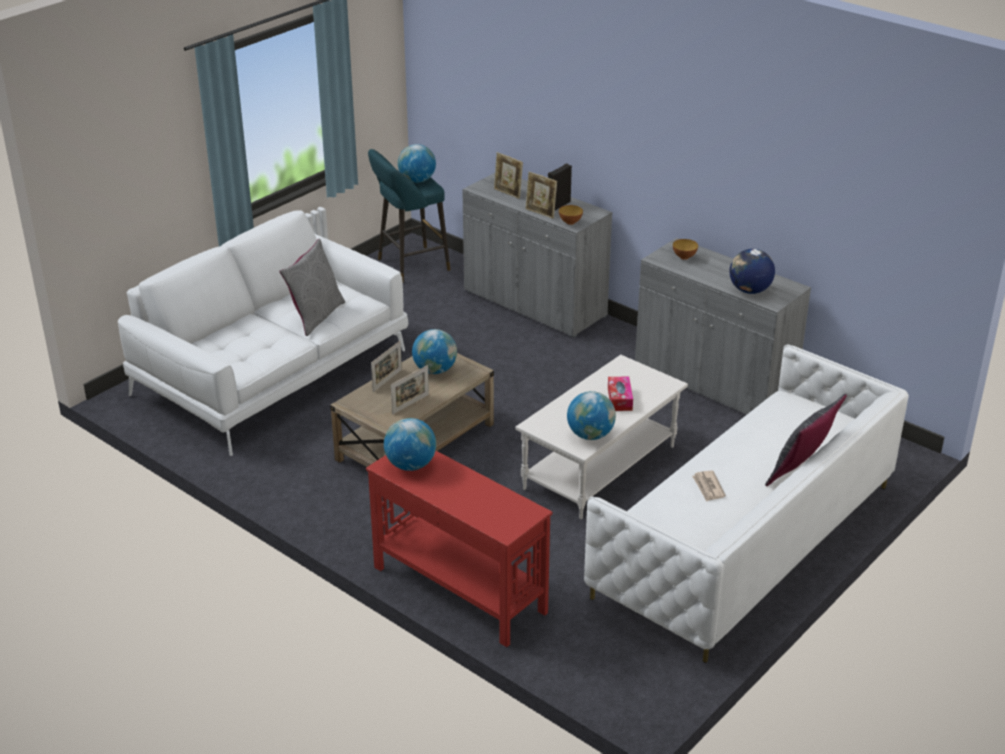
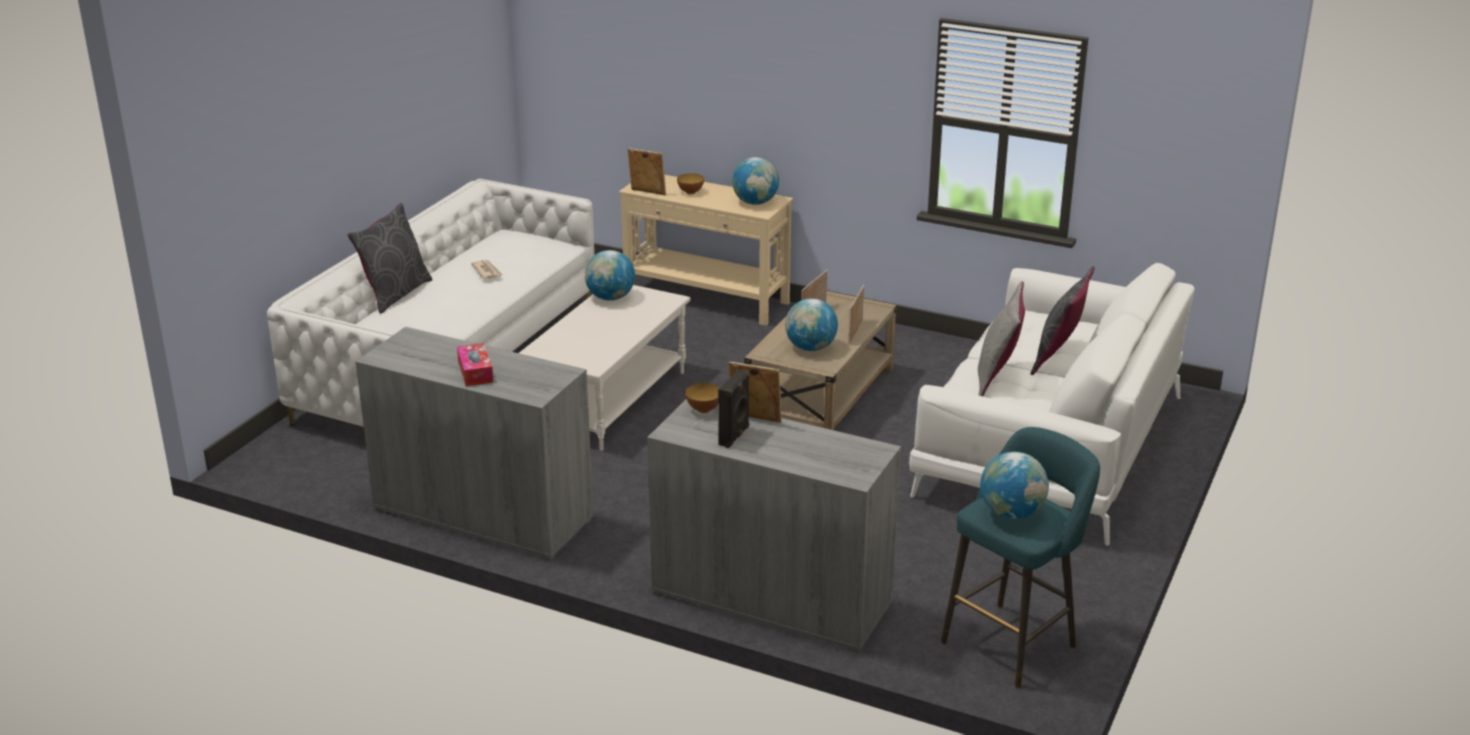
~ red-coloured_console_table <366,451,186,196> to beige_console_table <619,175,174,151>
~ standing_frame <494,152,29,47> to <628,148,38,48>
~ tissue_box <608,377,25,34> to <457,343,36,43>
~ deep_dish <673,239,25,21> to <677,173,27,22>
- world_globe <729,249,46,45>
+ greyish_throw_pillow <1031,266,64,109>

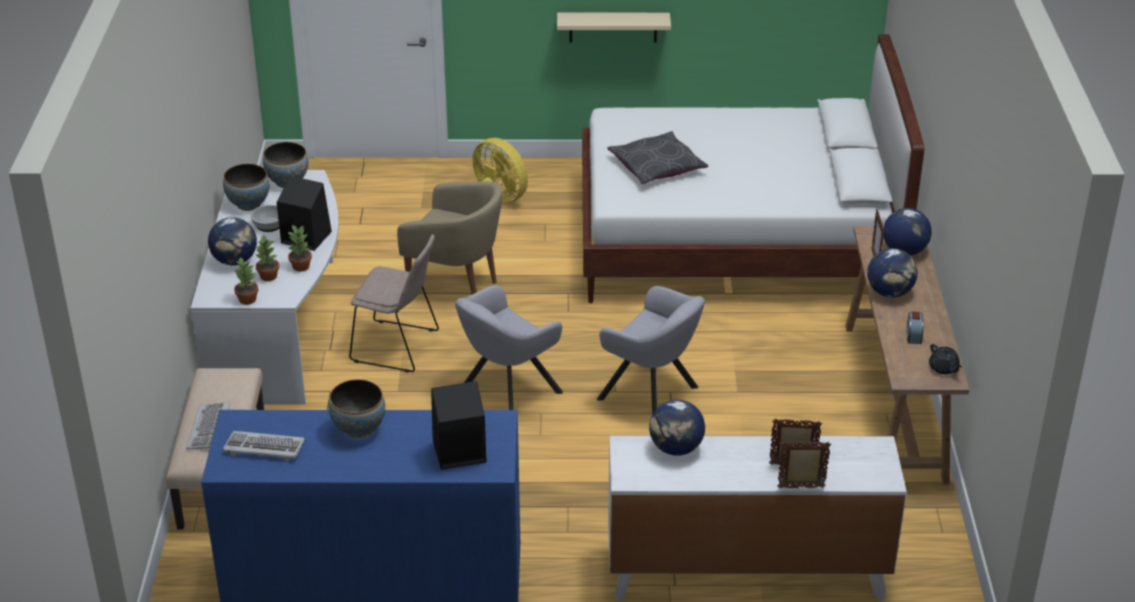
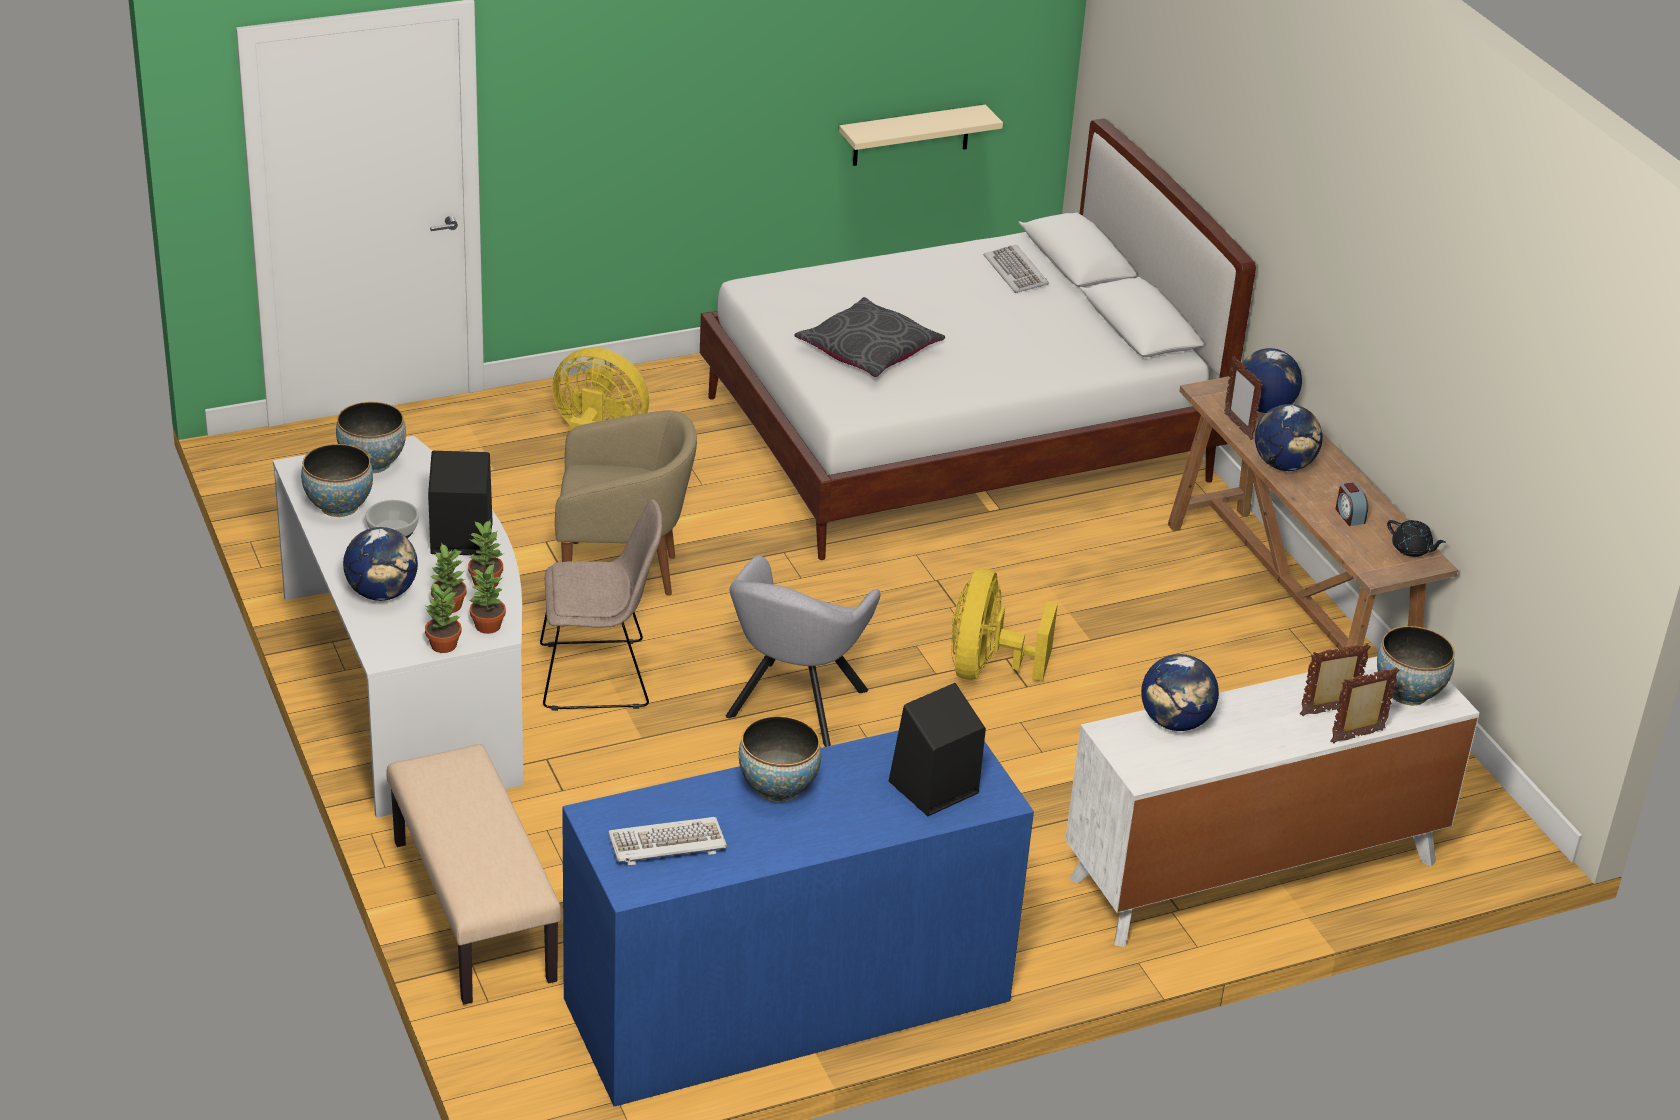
~ computer_keyboard <186,402,44,48> to <984,245,65,48>
~ beige_wall_shelf <557,13,114,30> to <839,105,164,61>
~ greyish_easy_chair <597,286,108,128> to yellowish_fan <951,568,107,114>
+ houseplant <469,564,37,70>
+ deep_dish <1377,626,78,79>

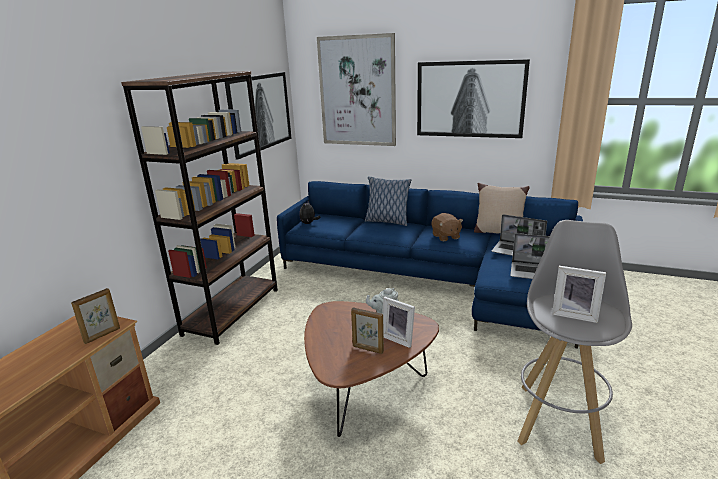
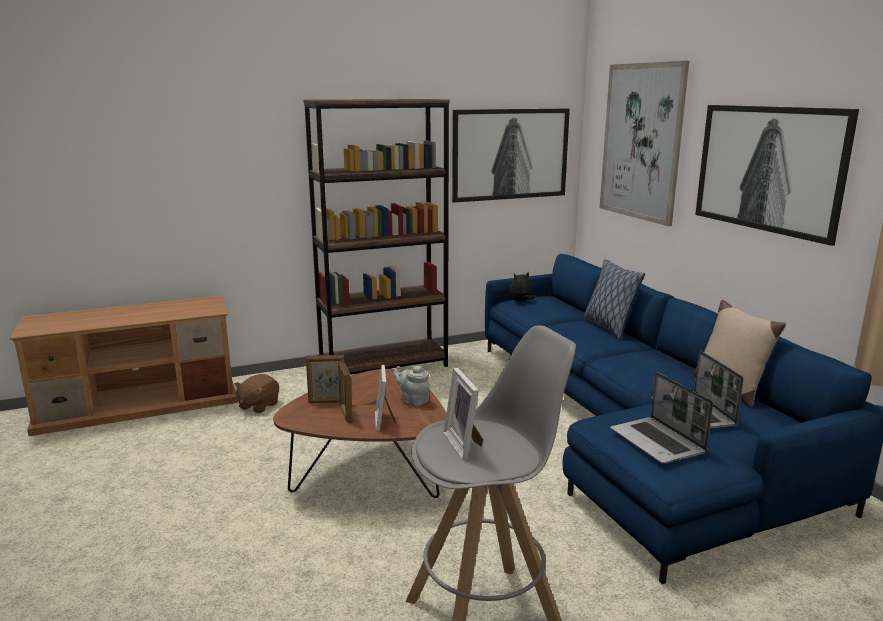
~ standing_frame <71,288,49,56> to <306,355,38,48>
~ brownish_soft_toy <432,213,31,28> to <234,374,45,39>

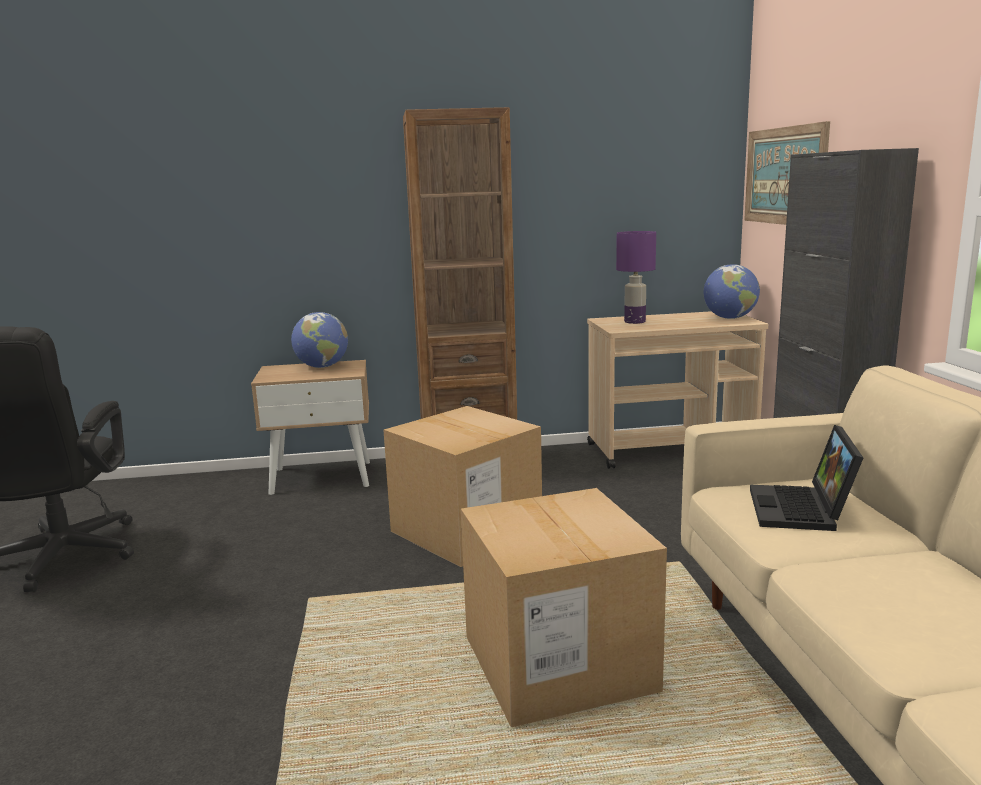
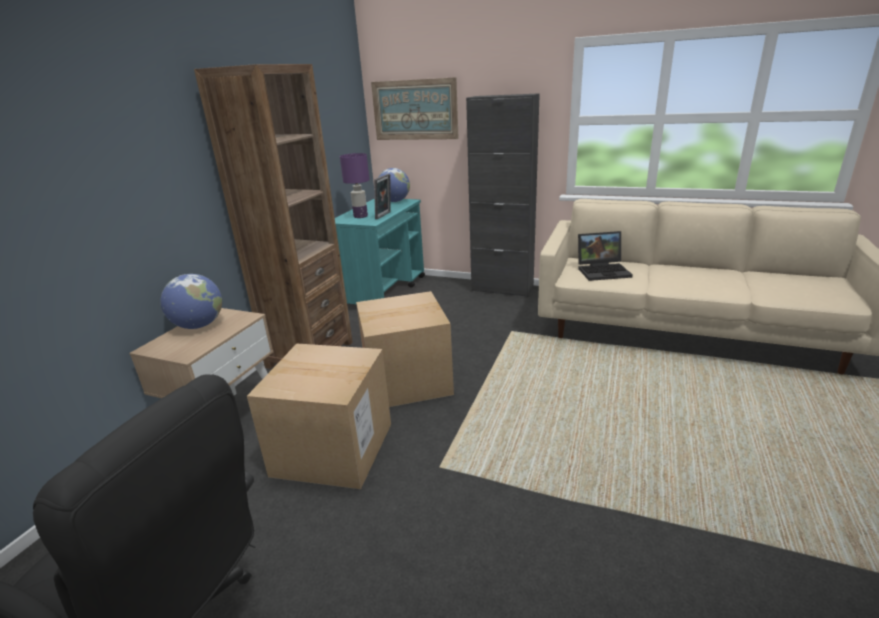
~ cardboard_box <461,488,206,239> to <247,344,144,145>
~ beige_cart <587,311,181,158> to turquoise-coloured_cart <335,199,90,105>
~ notebook_computer <750,425,113,106> = <578,231,55,50> 45 degrees counterclockwise
+ standing_frame <374,174,17,45>

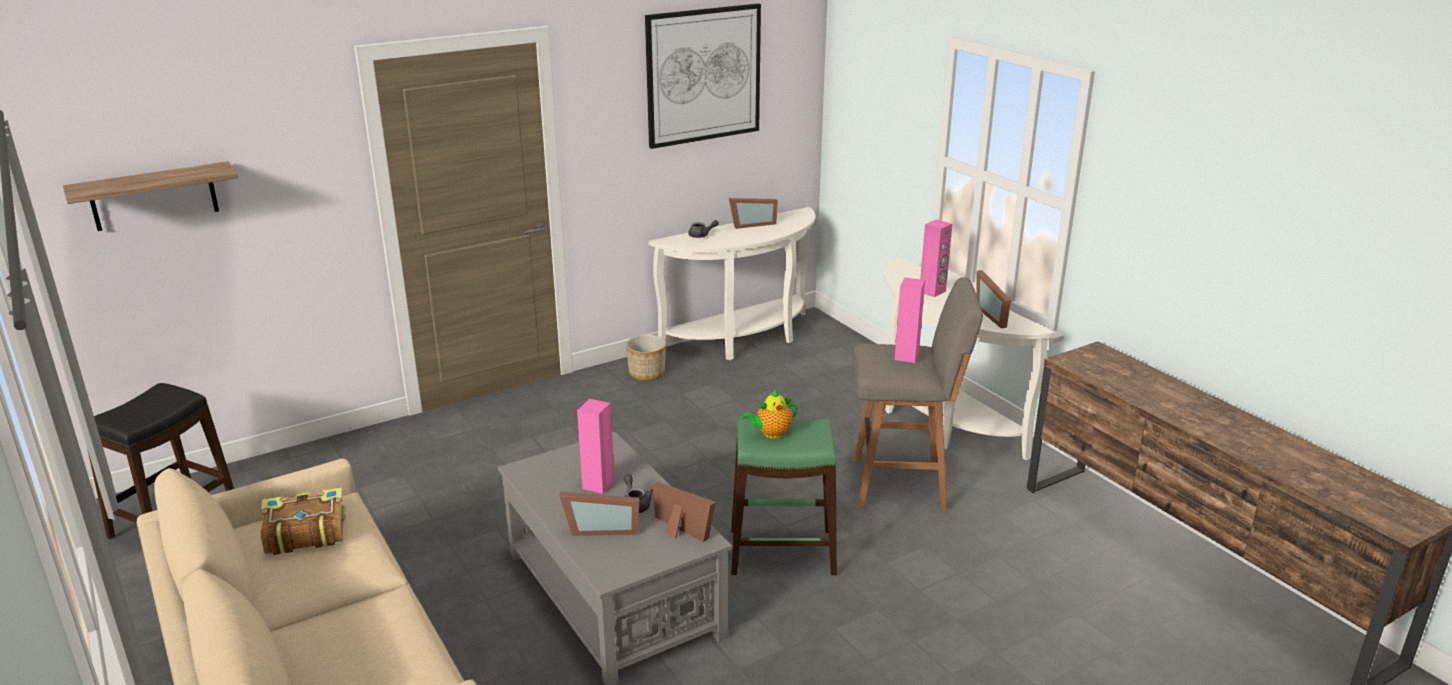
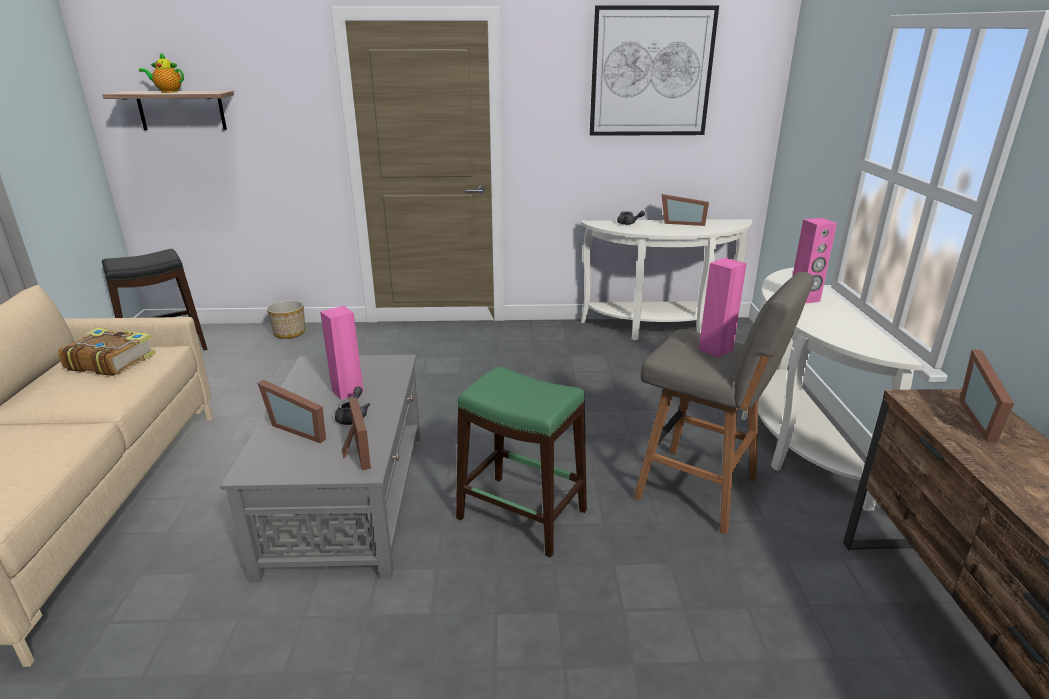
~ flower_pot <626,335,40,46> to <267,300,38,39>
~ teapot <740,389,57,50> to <139,52,45,41>
~ standing_frame <976,270,35,58> to <959,349,55,94>

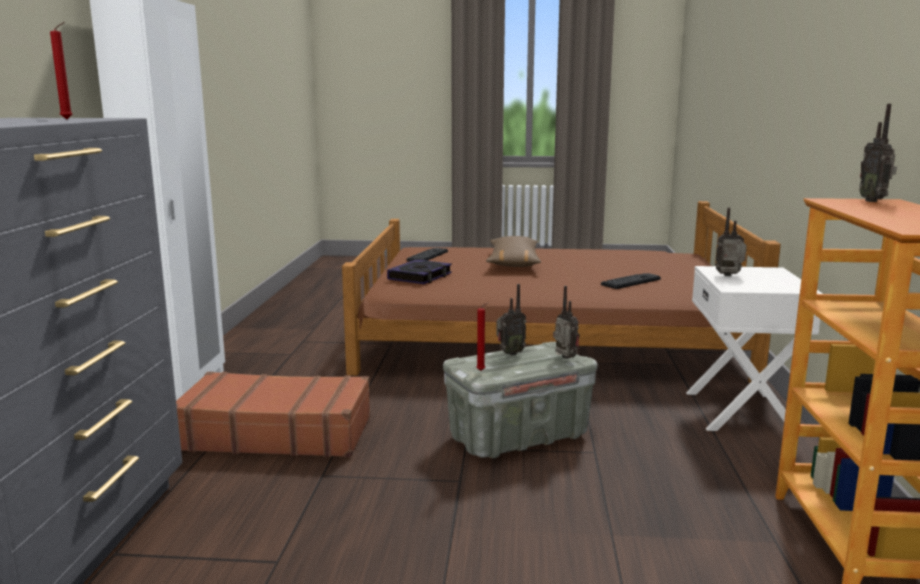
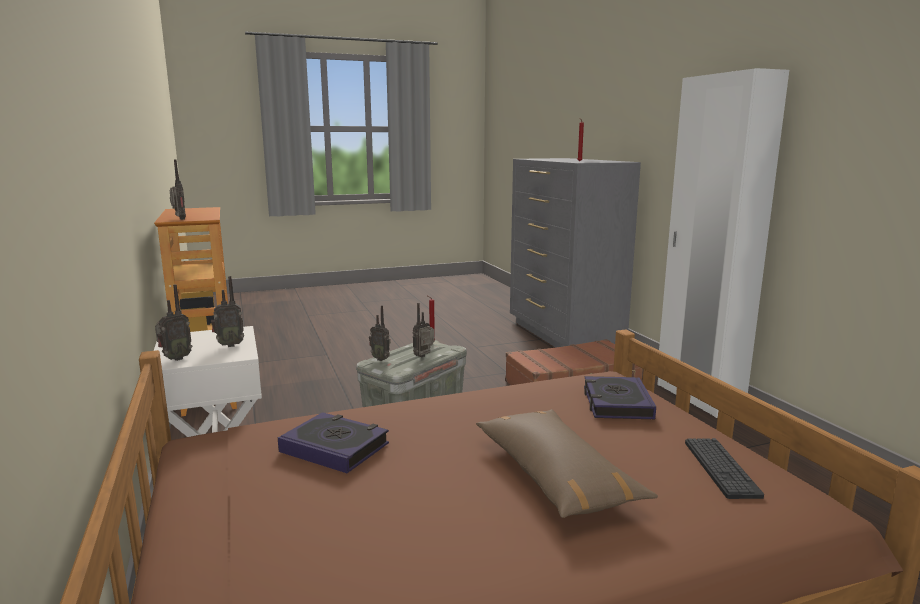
~ computer_keyboard <601,273,60,16> to book <278,412,111,61>
+ radio_set <155,284,37,77>

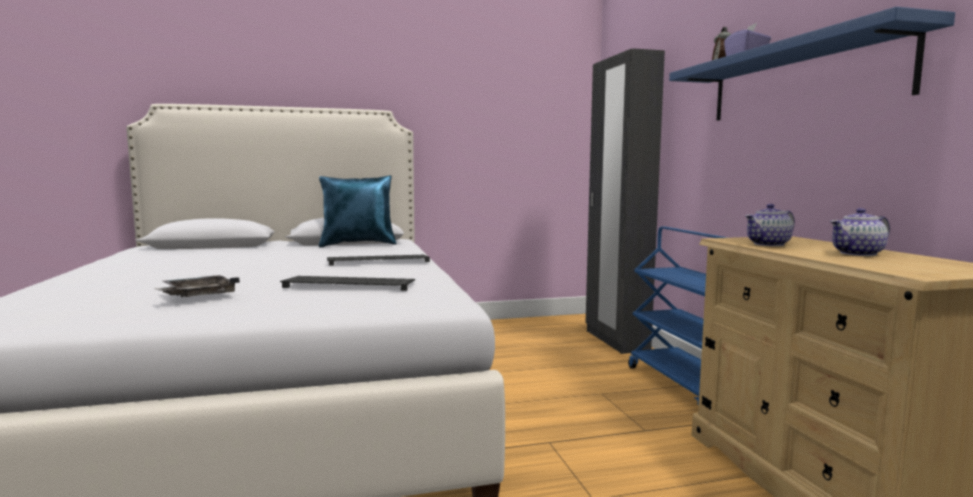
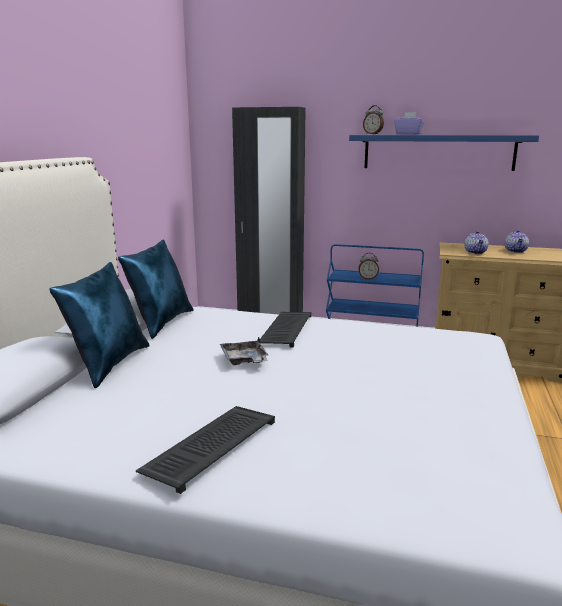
~ greyish_tray <155,275,85,22> to <220,337,48,28>
~ computer_keyboard <280,276,135,15> to <136,406,139,88>
+ blue-coloured_throw_pillow <50,262,100,126>
+ bedside_clock <358,253,21,27>

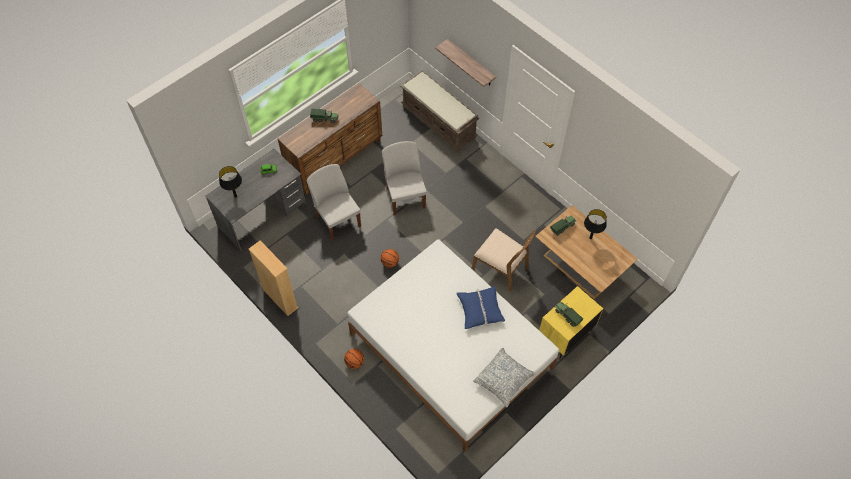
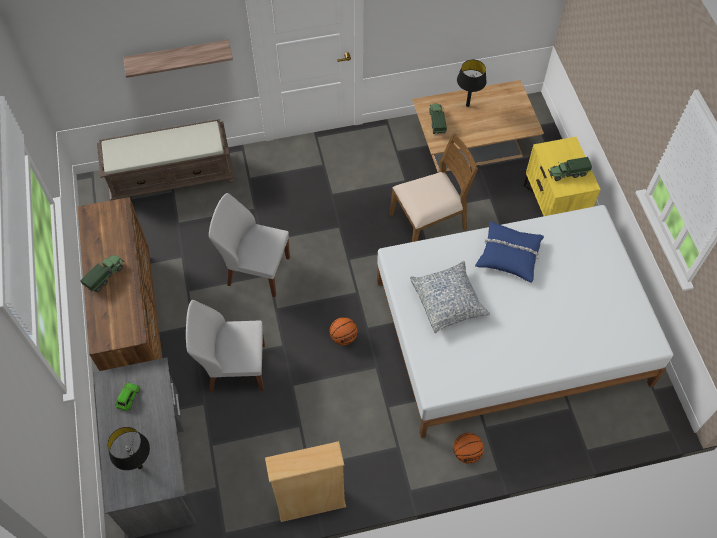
~ throw_pillow <473,348,63,59> to <410,261,80,72>

